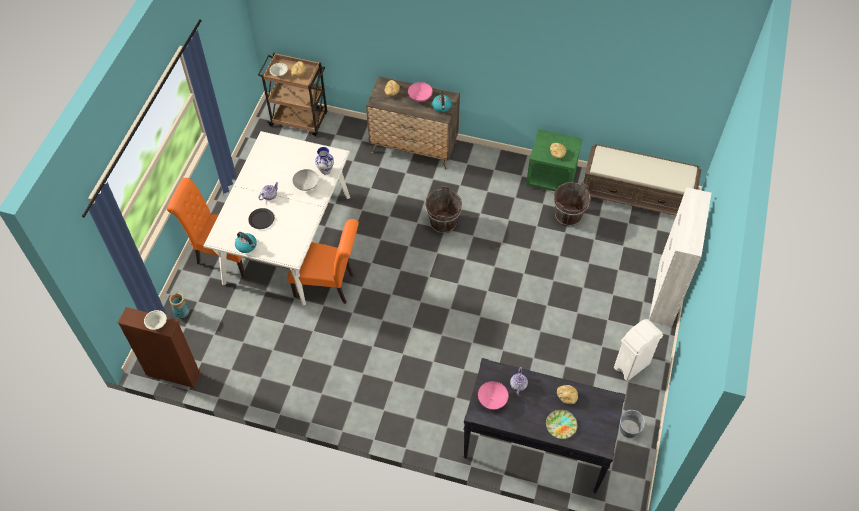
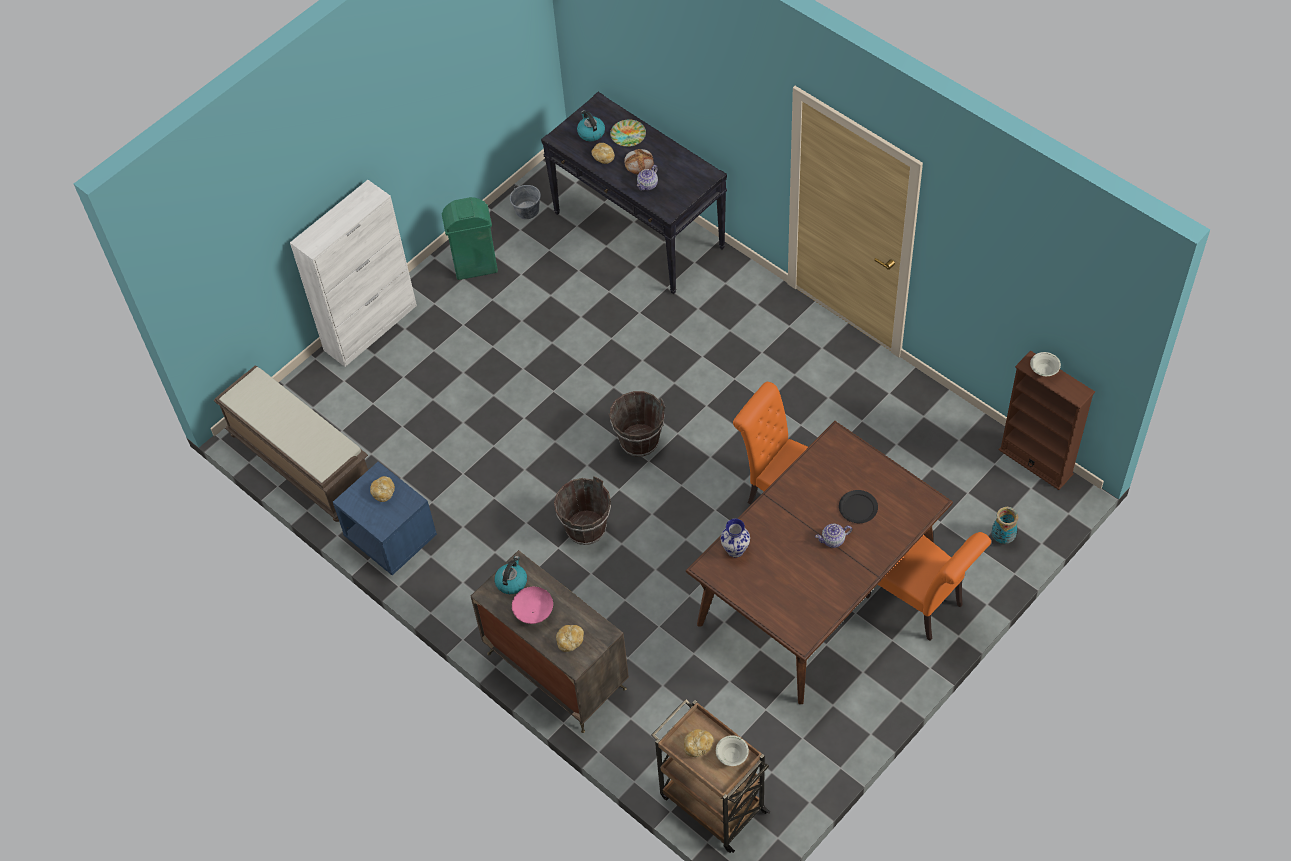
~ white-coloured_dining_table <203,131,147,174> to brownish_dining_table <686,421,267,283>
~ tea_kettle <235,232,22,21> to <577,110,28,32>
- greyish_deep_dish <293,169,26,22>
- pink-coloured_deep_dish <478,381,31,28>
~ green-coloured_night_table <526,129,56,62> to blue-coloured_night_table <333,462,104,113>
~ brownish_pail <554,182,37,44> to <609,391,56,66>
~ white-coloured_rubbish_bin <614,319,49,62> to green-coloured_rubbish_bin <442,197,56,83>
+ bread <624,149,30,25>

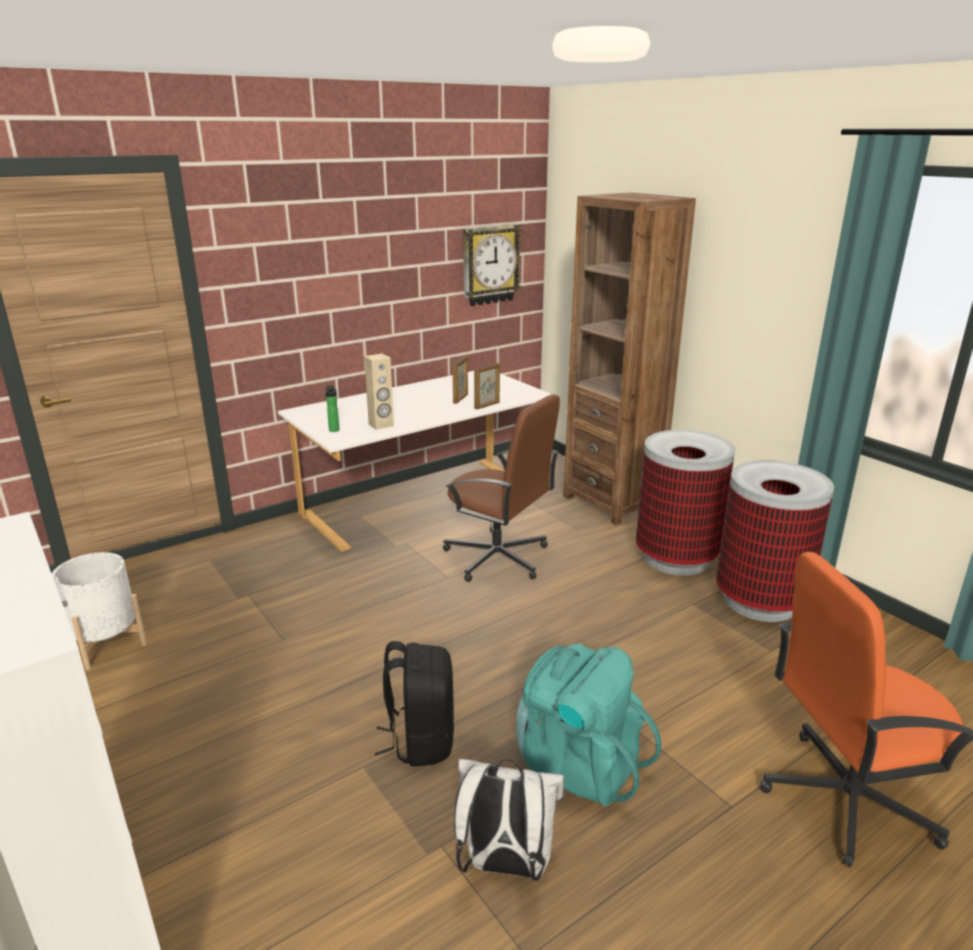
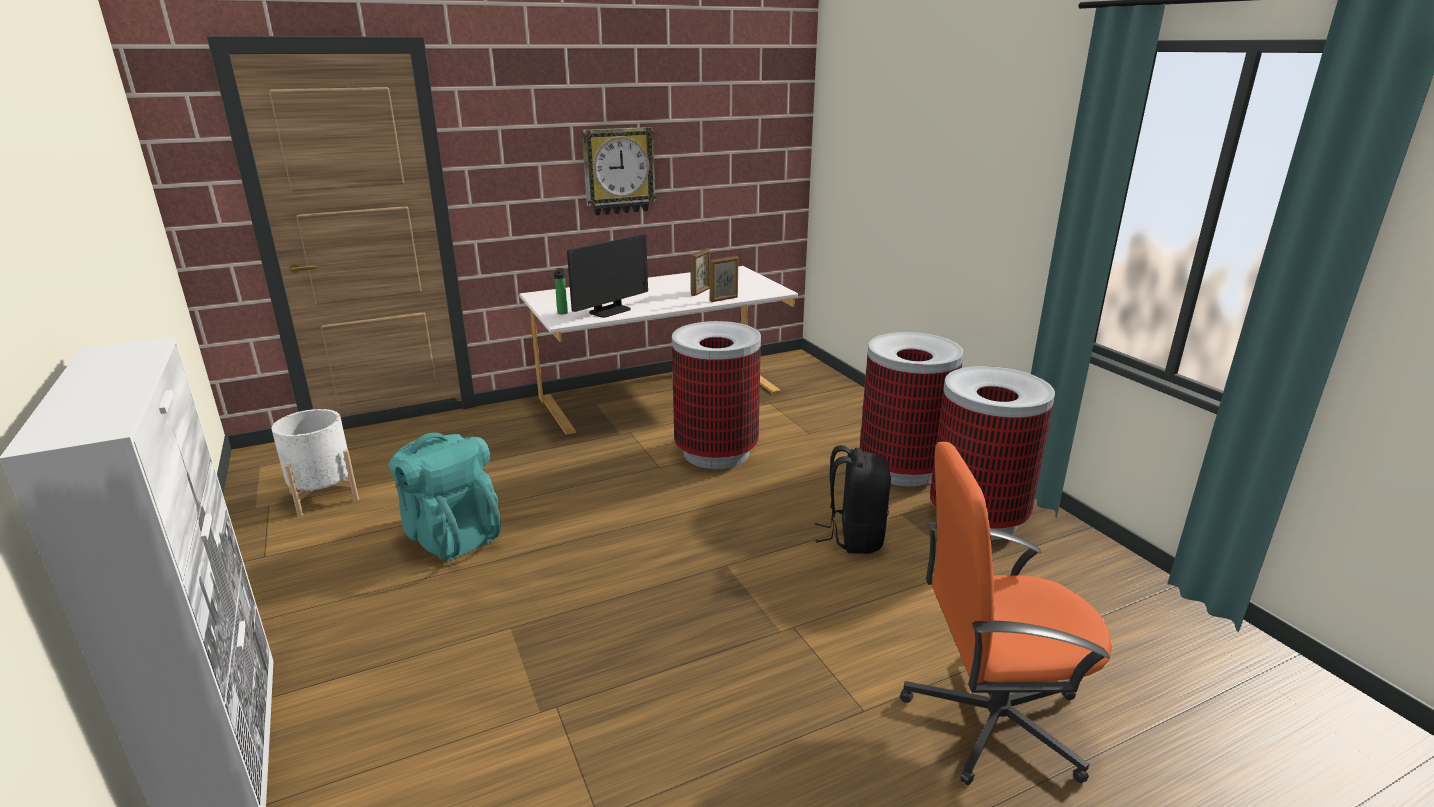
~ beige_speaker <364,354,30,76> to monitor <567,234,81,84>
~ black-coloured_knapsack <374,641,80,125> to <815,445,76,109>
~ brownish_desk_chair <443,394,117,188> to rubbish_bin <672,321,89,148>
- white-coloured_knapsack <454,759,110,122>
~ clock_on_the_wall <463,224,59,82> to <582,127,75,89>
~ turquoise-coloured_knapsack <516,644,145,163> to <388,432,113,129>
- brownish_shelving_unit <563,192,133,333>

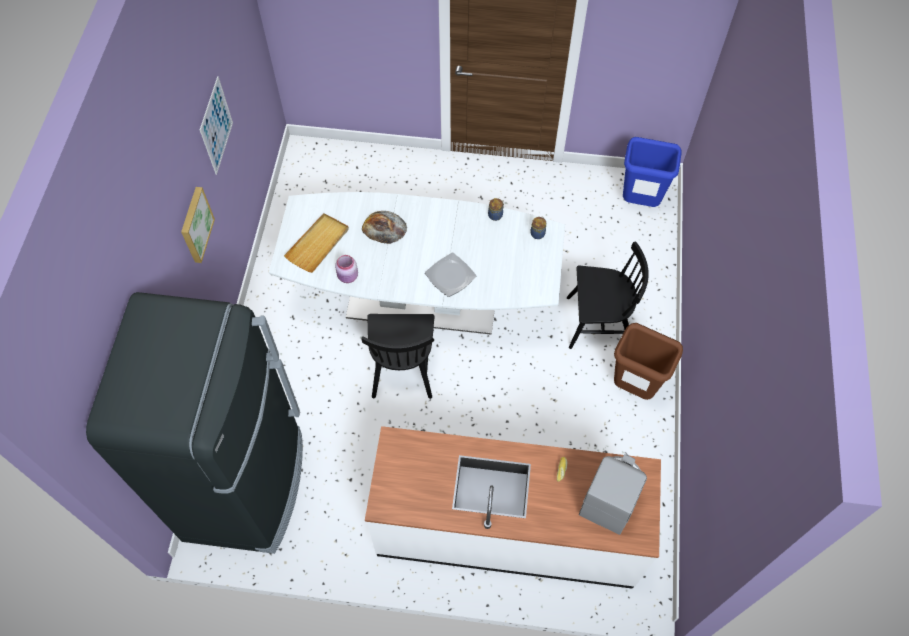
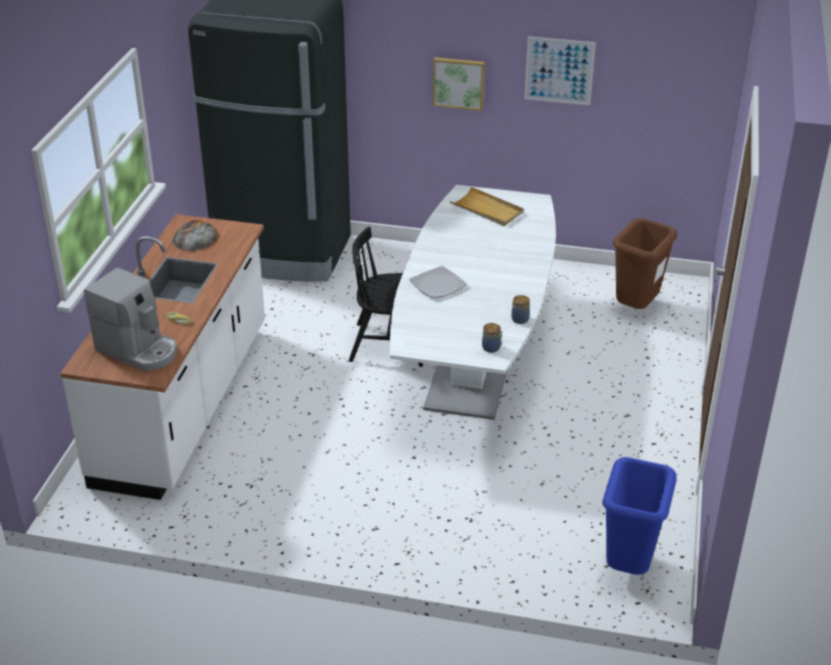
- pink-coloured_preserve_jar <335,255,23,28>
~ bread <362,211,45,33> to <173,220,45,31>
- black-coloured_plain_chair <567,241,82,108>
~ brownish_rubbish_bin <614,323,69,77> to <613,218,65,91>

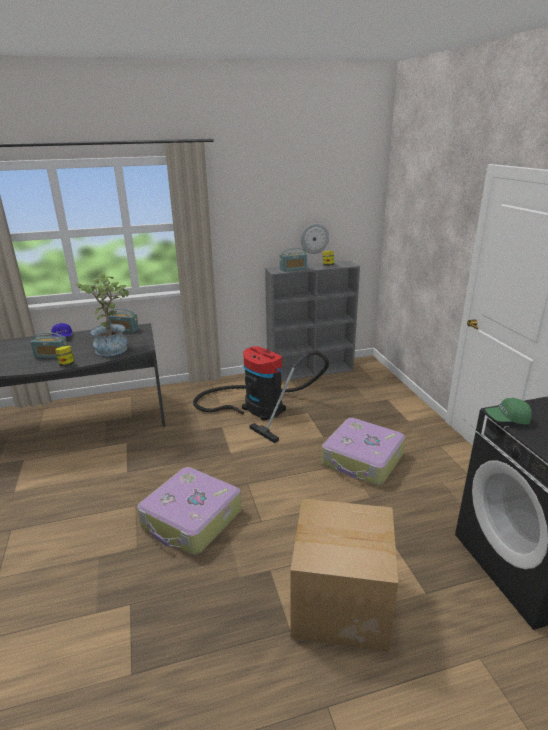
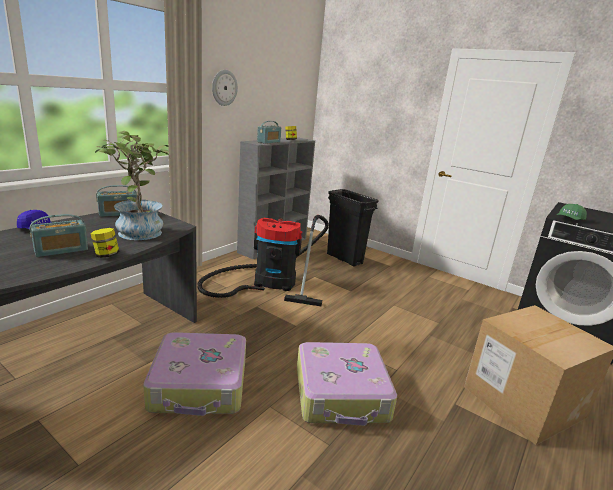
~ clock_on_the_wall <301,223,28,31> to <212,70,26,36>
~ travel_case <321,418,85,67> to <143,332,103,84>
+ black-coloured_rubbish_bin <327,189,52,78>

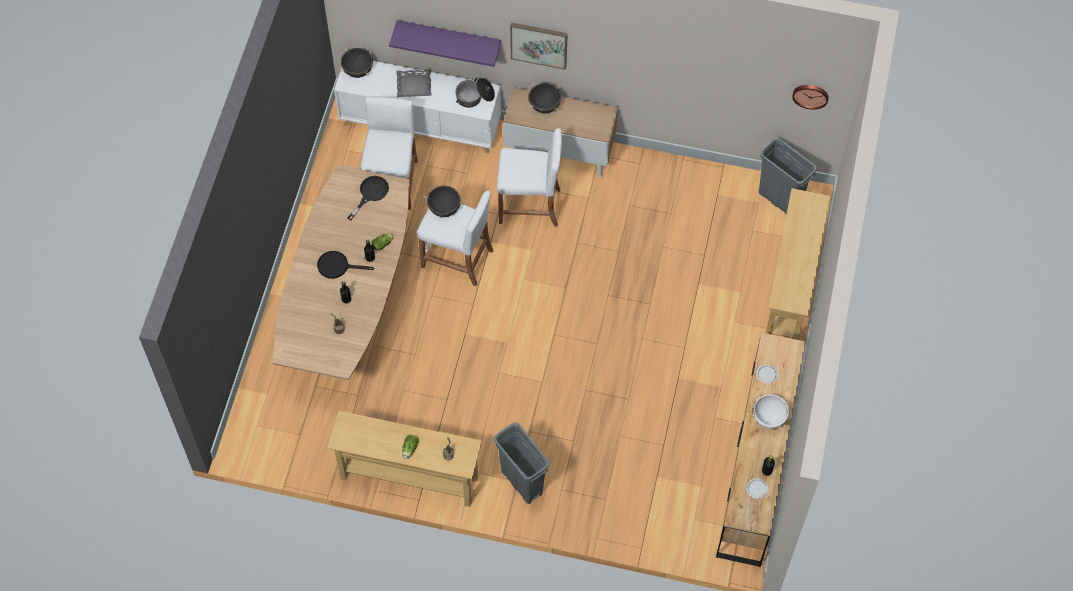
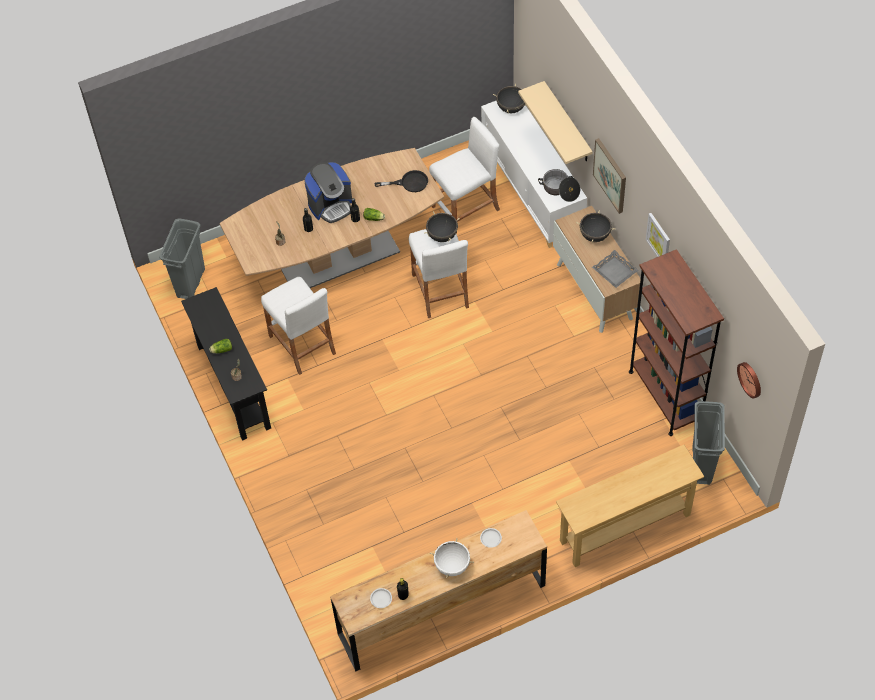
~ black-coloured_pan <317,251,57,28> to coffee_brewer <305,162,47,61>
~ beige_console_table <327,411,155,96> to black-coloured_console_table <181,287,90,154>
~ purple_wall_shelf <389,20,112,47> to beige_wall_shelf <518,81,75,83>
~ greyish_tray <396,69,36,28> to <592,250,47,38>
~ greyish_rubbish_bin <493,422,57,82> to <159,218,46,81>
~ white-coloured_stool <497,128,65,99> to <261,277,75,98>
+ brownish_shelving_unit <629,249,95,187>
+ picture <646,213,24,44>

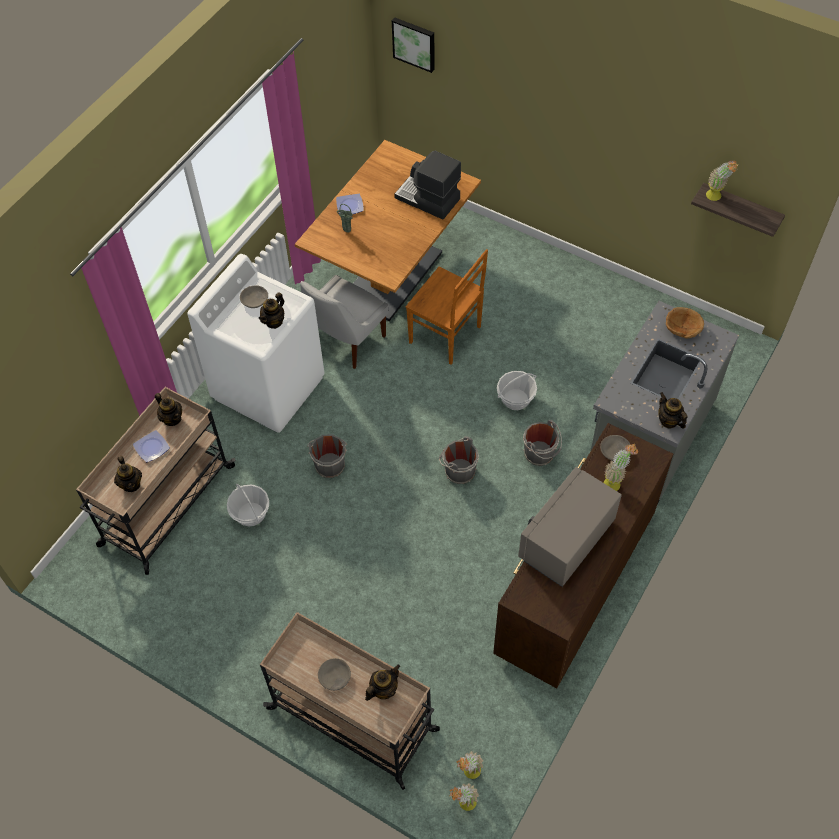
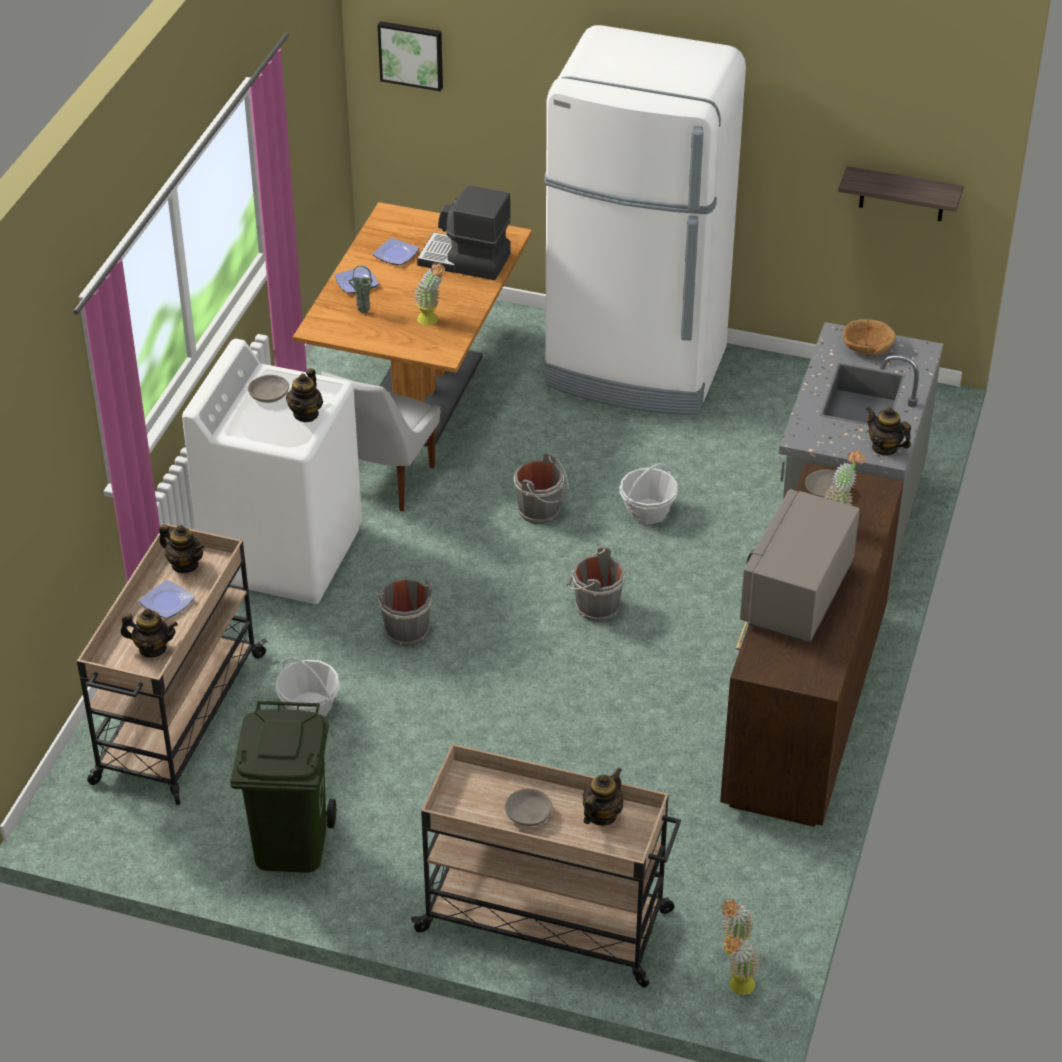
~ teapot <114,456,28,36> = <120,608,58,50> 45 degrees counterclockwise
- brownish_plain_chair <406,249,82,115>
~ greyish_pail <523,420,39,46> to <514,452,55,72>
~ houseplant <706,160,32,41> to <414,263,32,63>
+ green-coloured_rubbish_bin <230,700,106,173>
+ dinner_plate <372,238,47,27>
+ white-coloured_fridge <544,25,202,390>

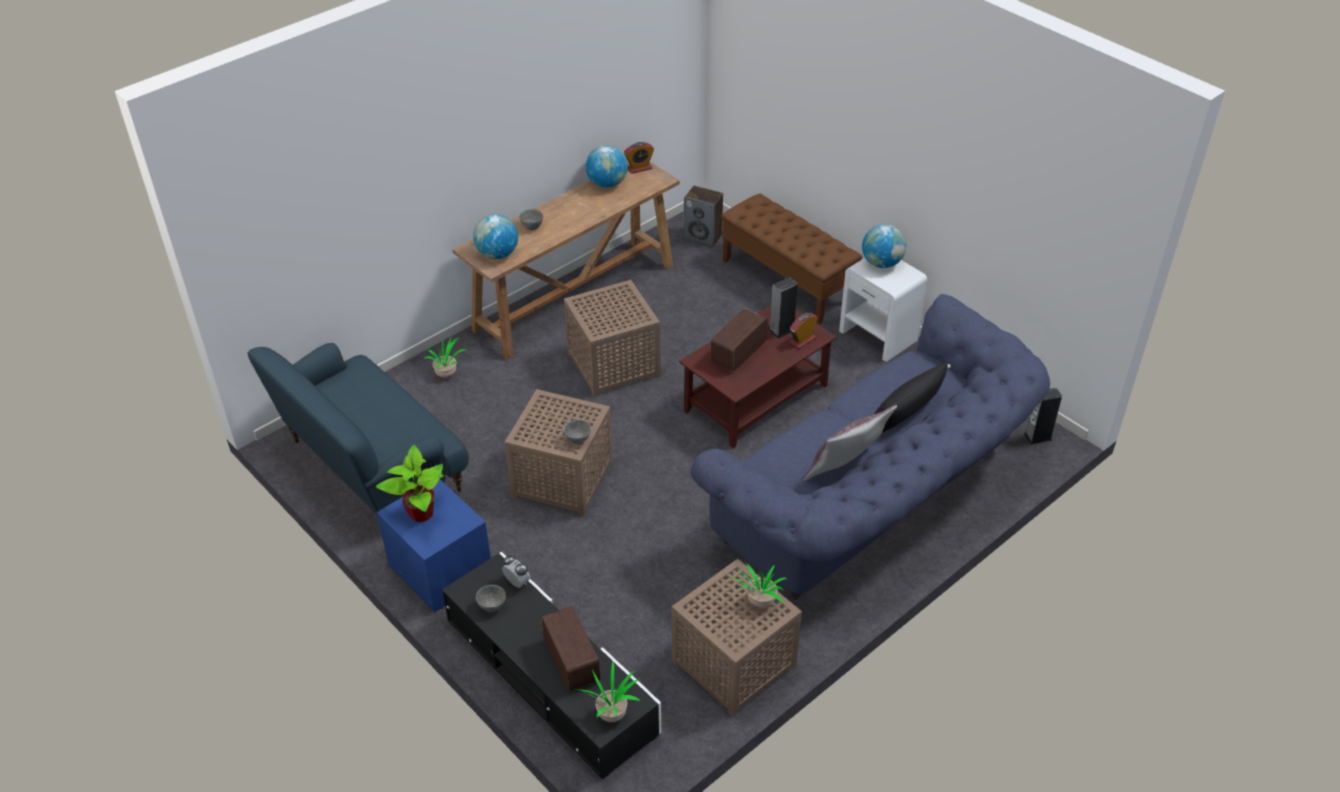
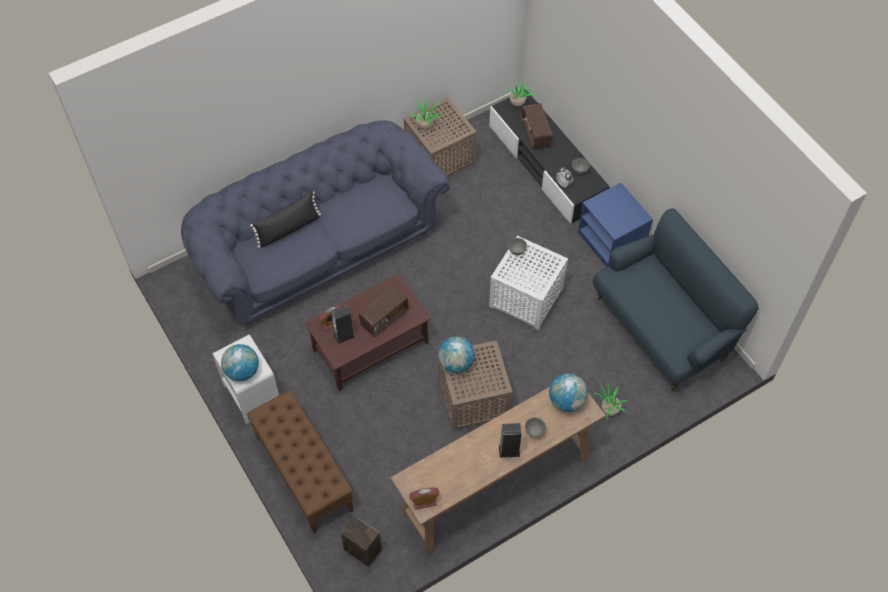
- houseplant <376,445,68,77>
~ brownish_side_table <505,389,108,127> to white-coloured_side_table <489,236,79,94>
~ world_globe <586,145,42,43> to <438,336,37,37>
- greyish_throw_pillow <802,405,95,76>
~ speaker <1024,388,38,57> to <499,423,22,35>

